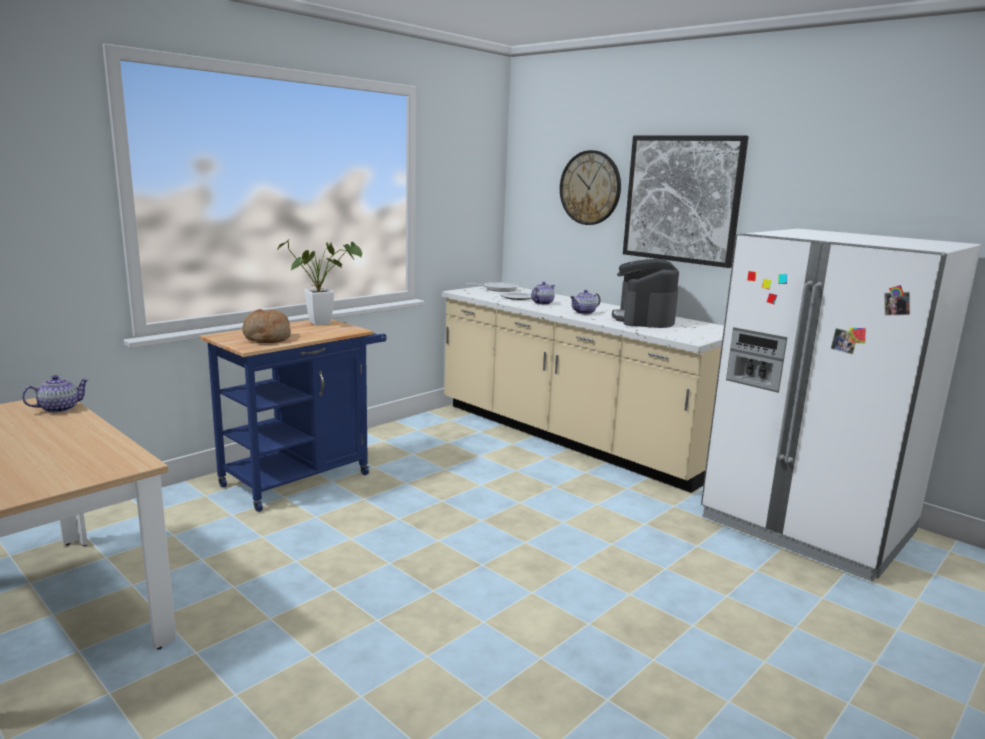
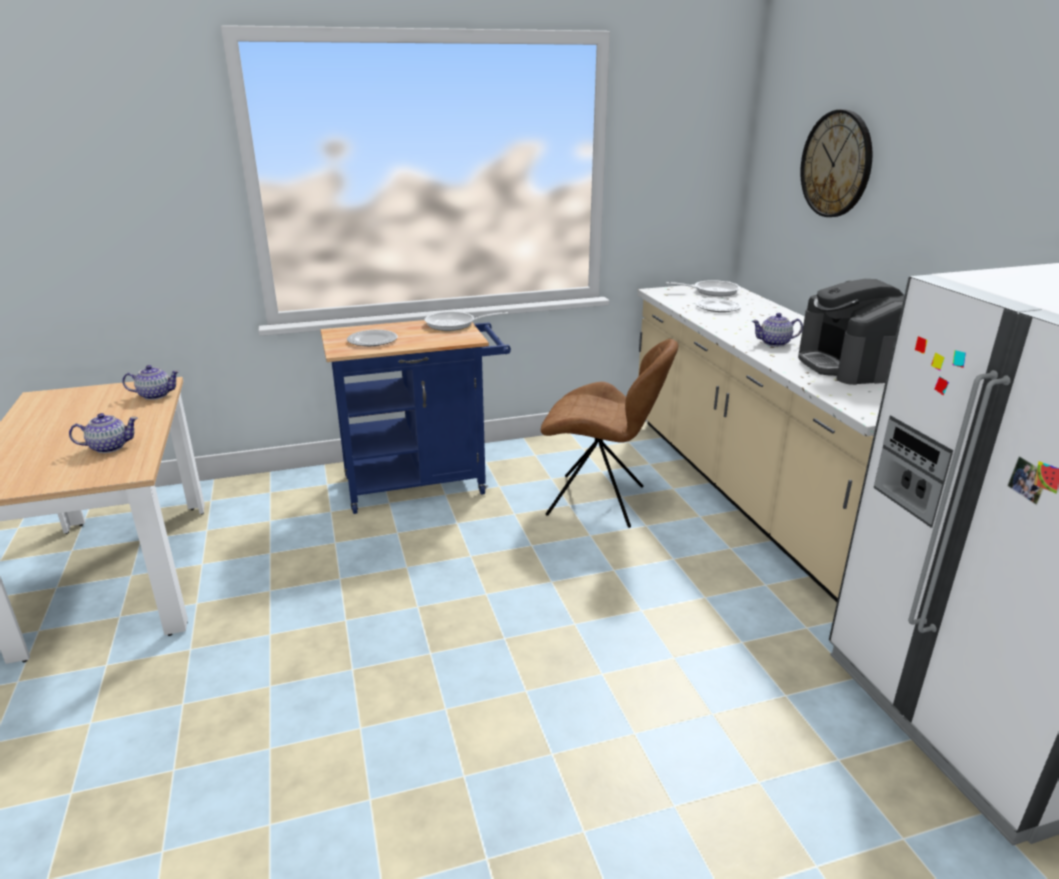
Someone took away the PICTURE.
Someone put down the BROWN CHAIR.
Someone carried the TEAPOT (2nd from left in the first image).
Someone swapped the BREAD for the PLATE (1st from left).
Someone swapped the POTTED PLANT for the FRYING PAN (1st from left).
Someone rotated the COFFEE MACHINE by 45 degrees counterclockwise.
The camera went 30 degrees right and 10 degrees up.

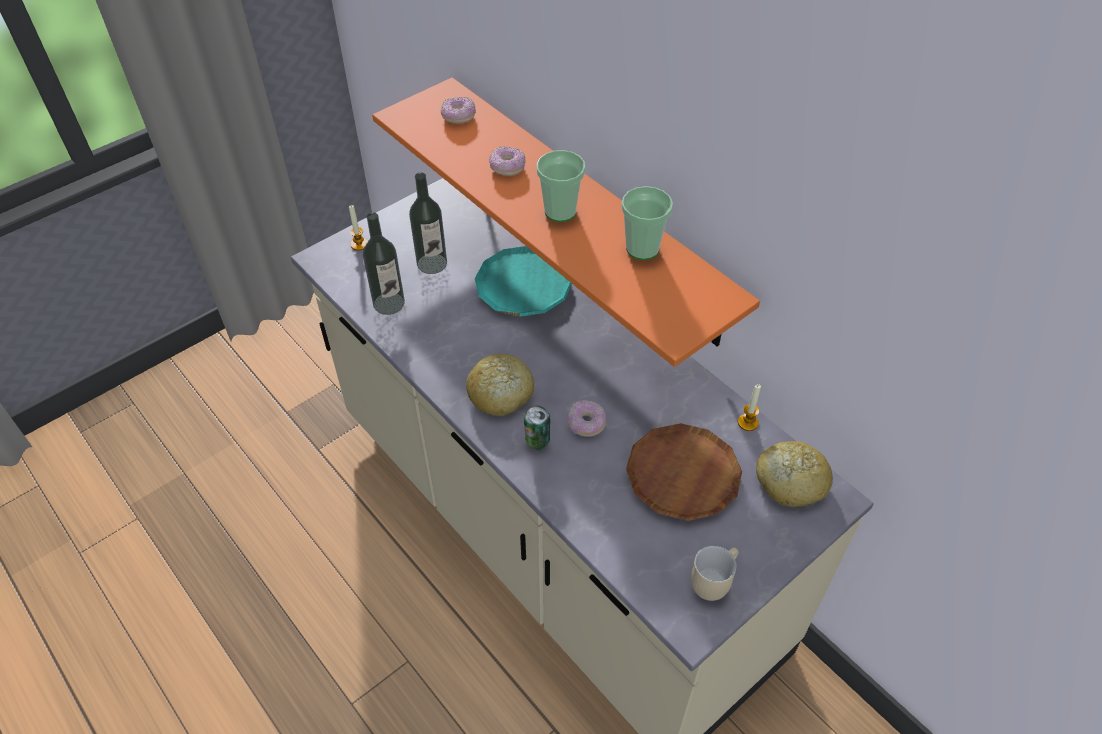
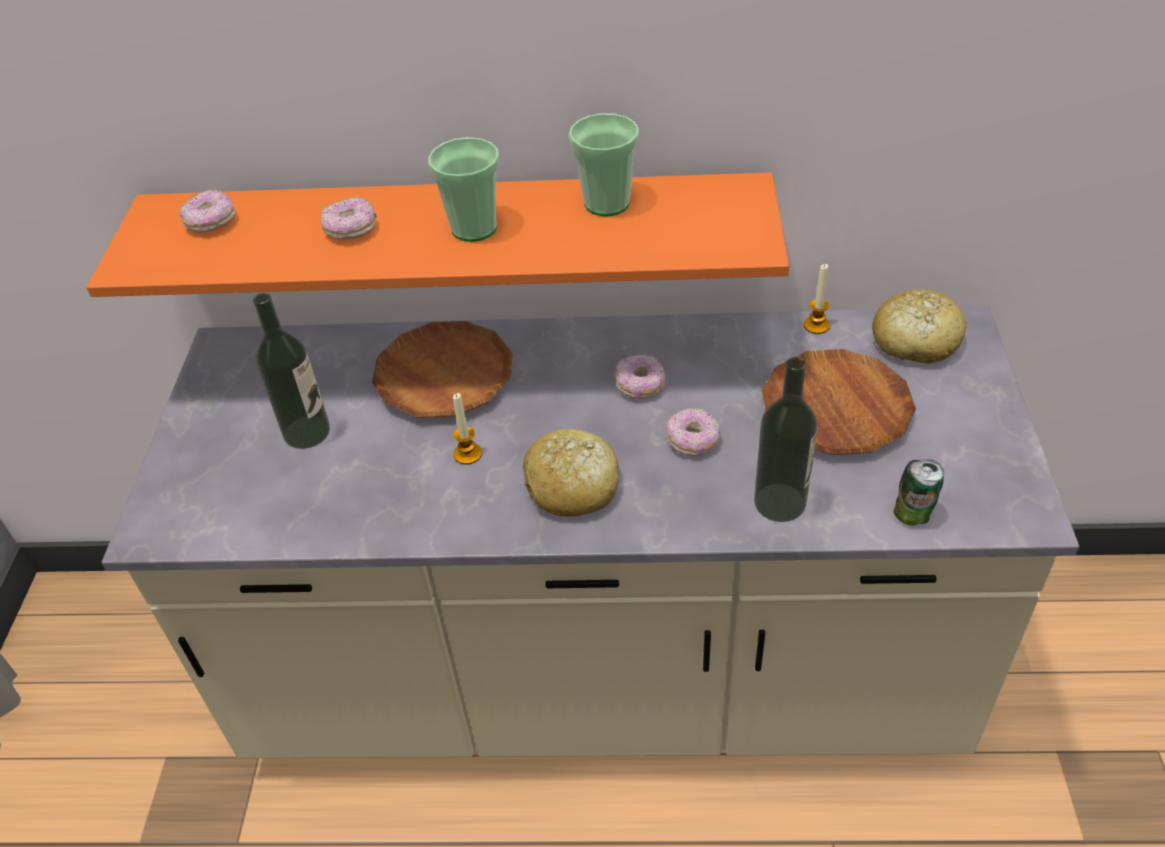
Someone took away the BEIGE MUG.
Someone put down the DONUT (3rd from left).
Someone carried the CANDLE (1st from left).
Someone carried the BOTTLE (1st from left in the first image).
Someone carried the CAN.
Someone repainted the TURQUOISE PLATE, which became the BROWN PLATE (1st from left).
The camera went 45 degrees left and 5 degrees down.

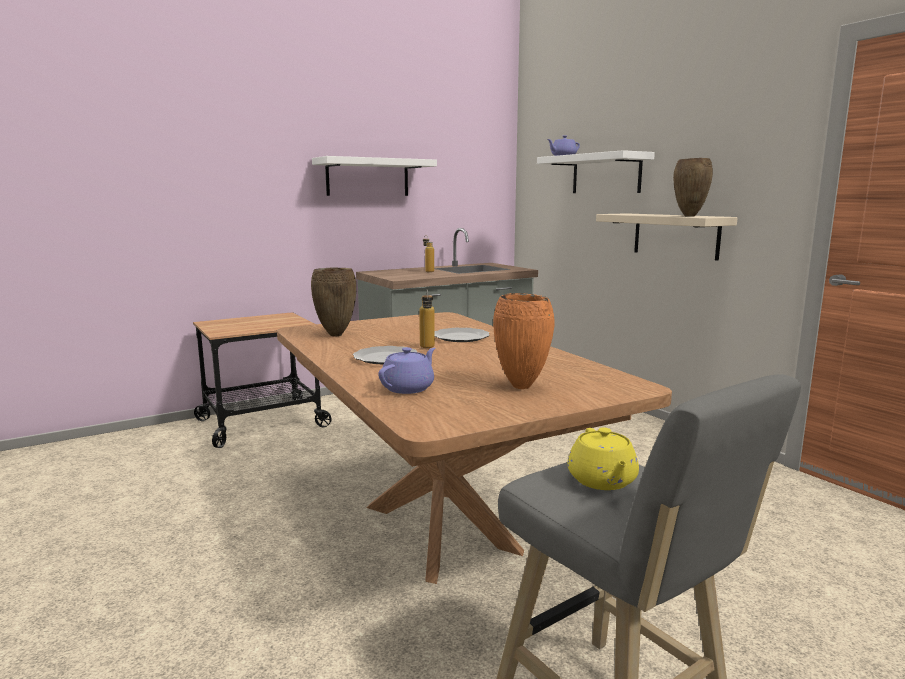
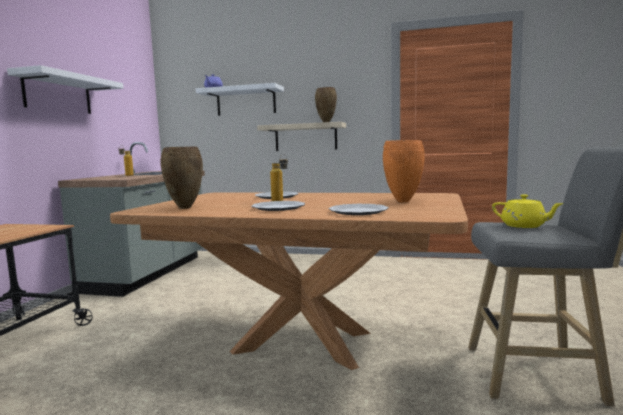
Someone swapped the PURPLE TEAPOT (1st from left) for the PLATE (3rd from left).
The camera went 45 degrees left and 5 degrees down.

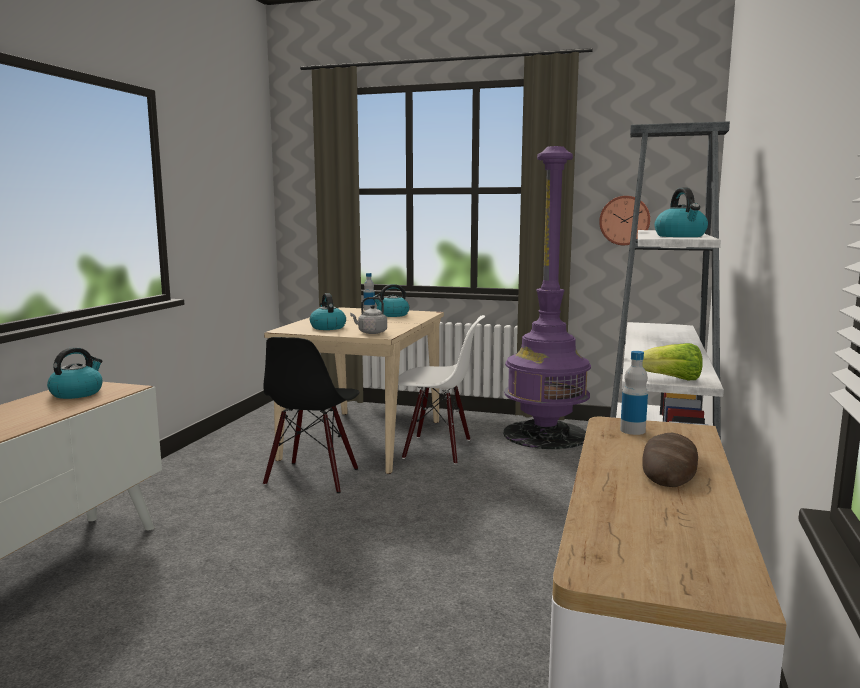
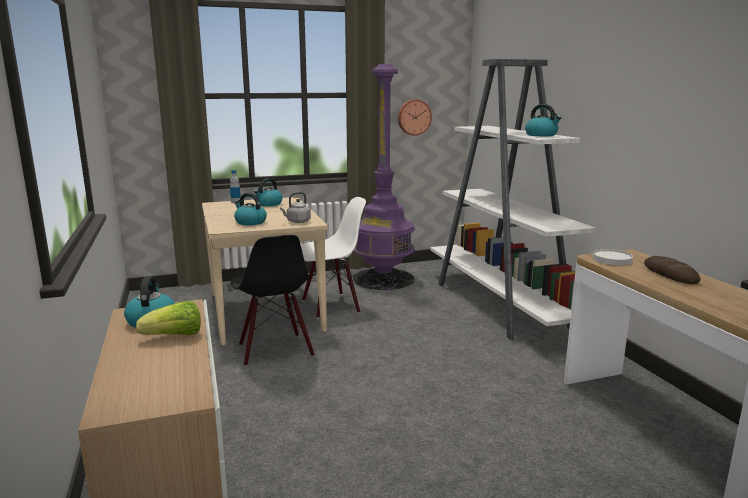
Someone carried the LETTUCE.
Someone swapped the BOTTLE (2nd from left) for the WHITE PLATE.
The camera went 35 degrees left and 5 degrees up.

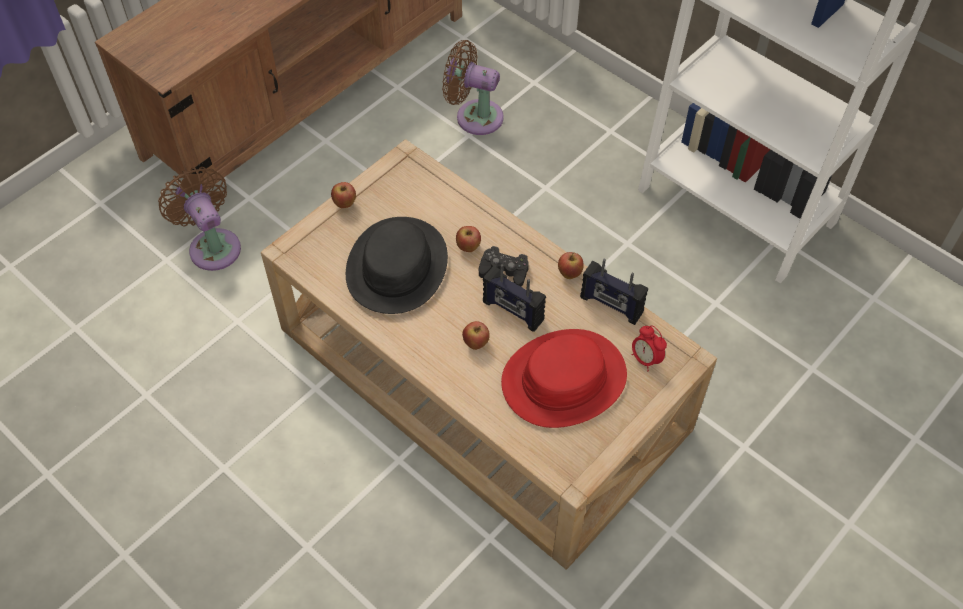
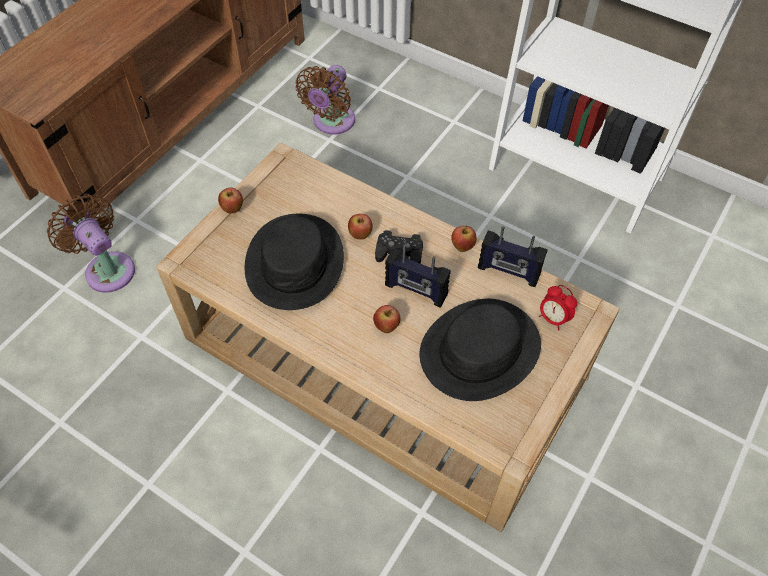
Someone repainted the RED HAT, which became the BLACK HAT (2nd from left).
Someone rotated the BROWN FAN (2nd from left) by 75 degrees counterclockwise.
The camera went 10 degrees left and 0 degrees up.

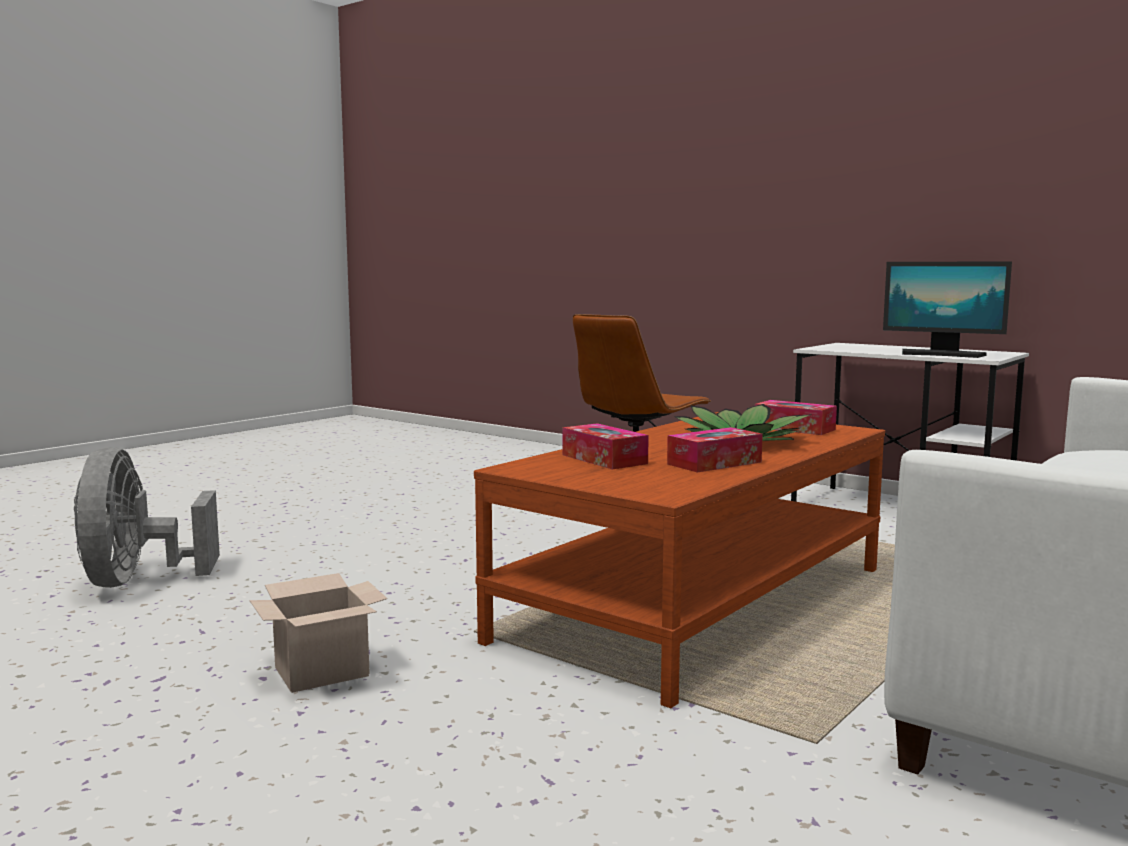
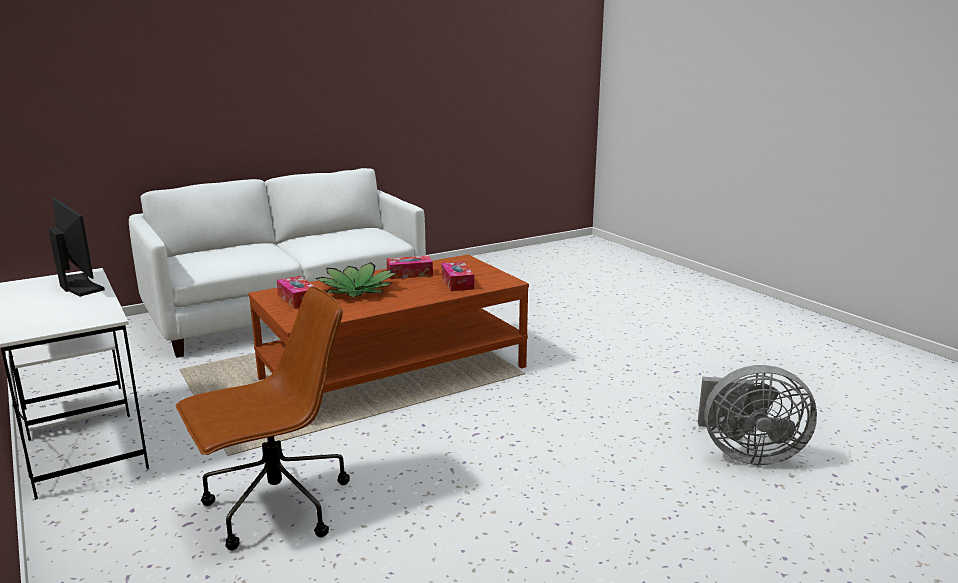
Someone took away the CARDBOARD BOX.
Someone rotated the GREY FAN by 90 degrees clockwise.
The camera went 160 degrees left and 10 degrees up.

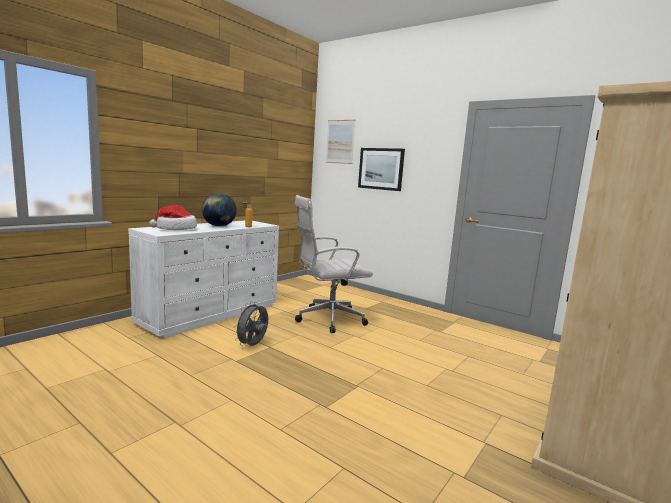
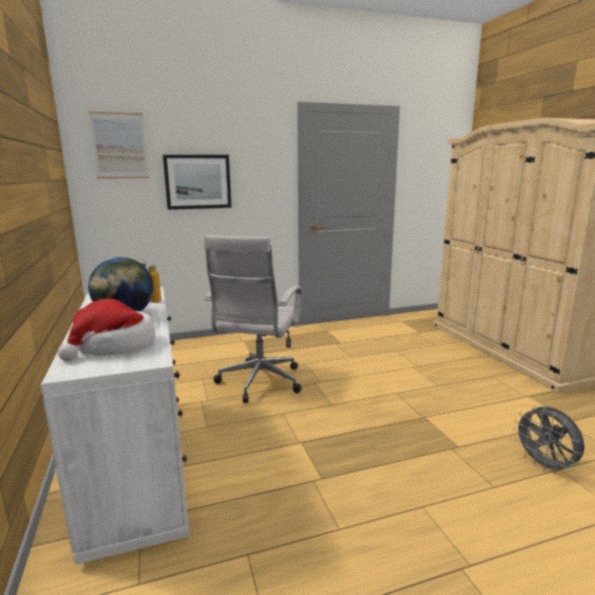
Someone carried the GREY FAN.
The camera went 55 degrees left and 5 degrees up.

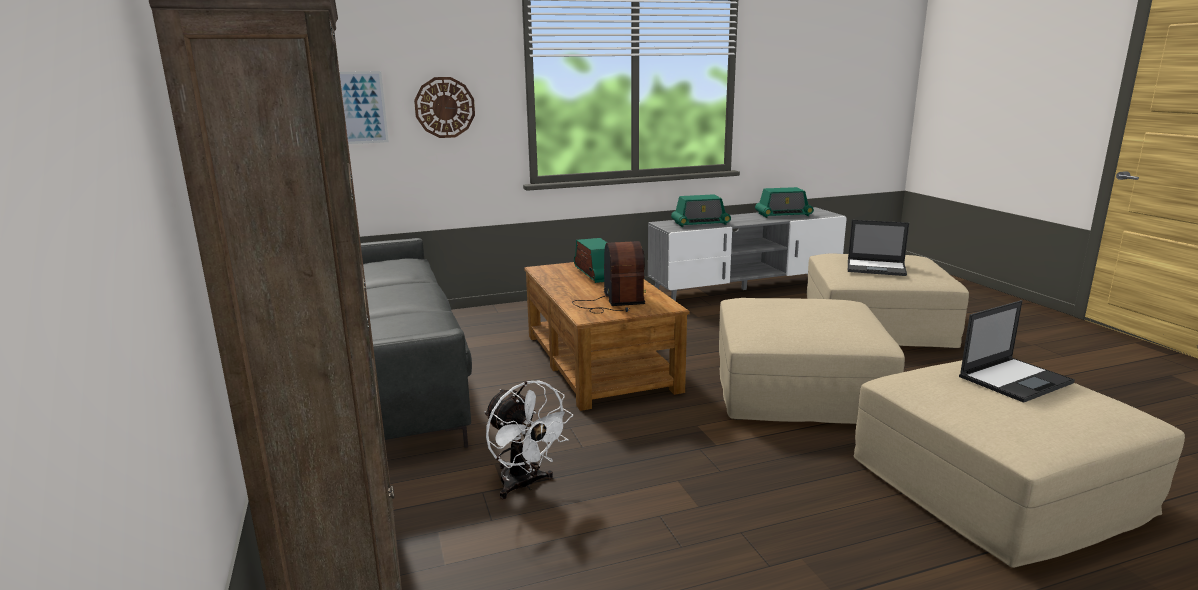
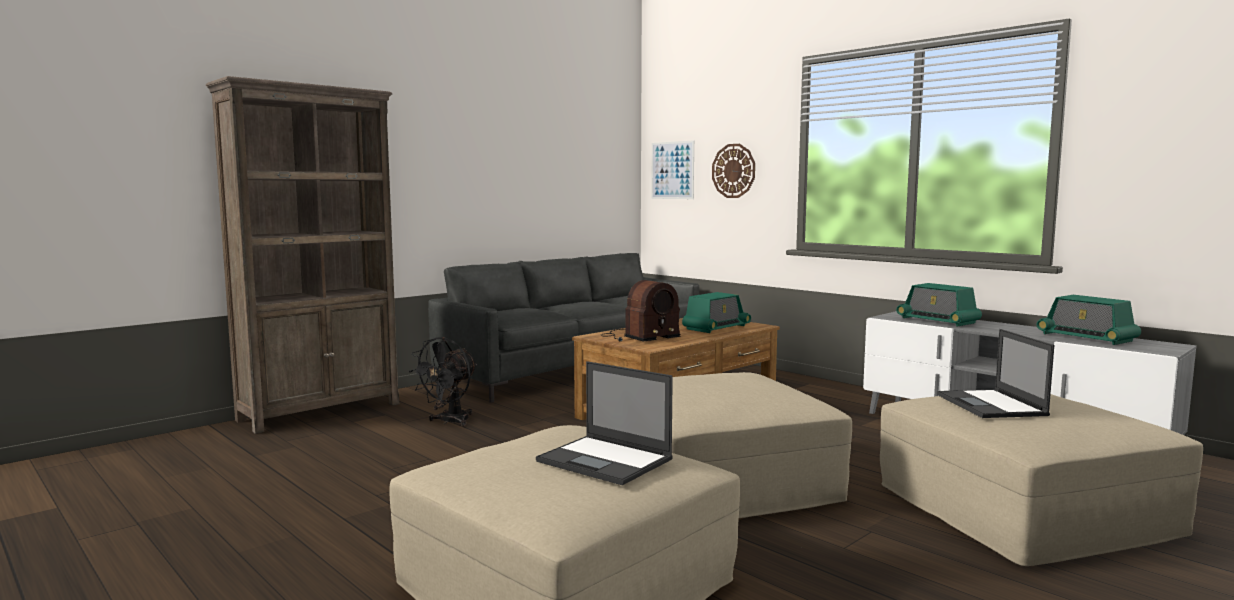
Someone repainted the WHITE FAN, which became the BLACK FAN.
The camera went 65 degrees right and 10 degrees down.

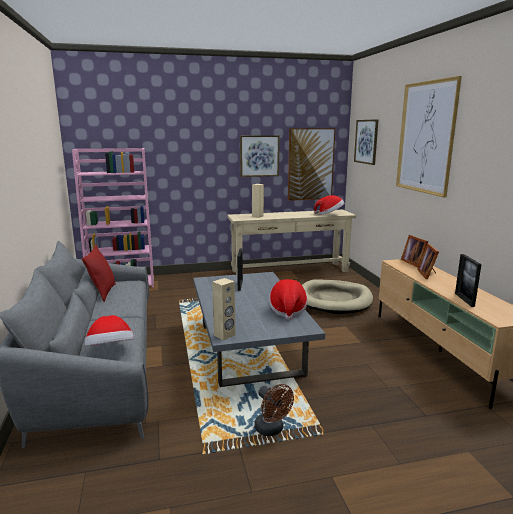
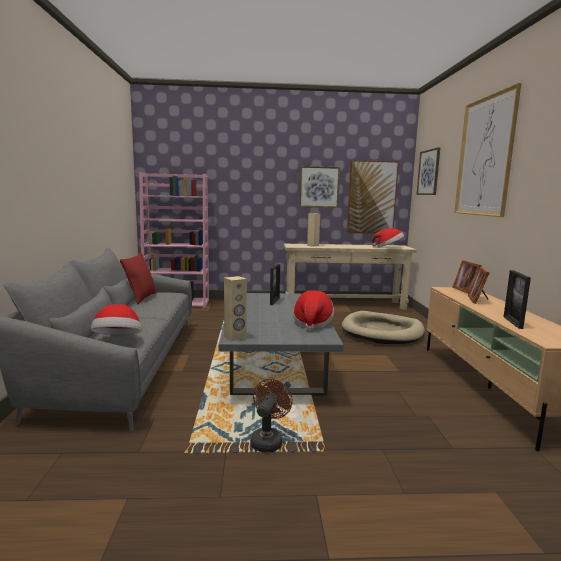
Someone rotated the BROWN FAN by 135 degrees counterclockwise.
The camera went 10 degrees right and 5 degrees down.

